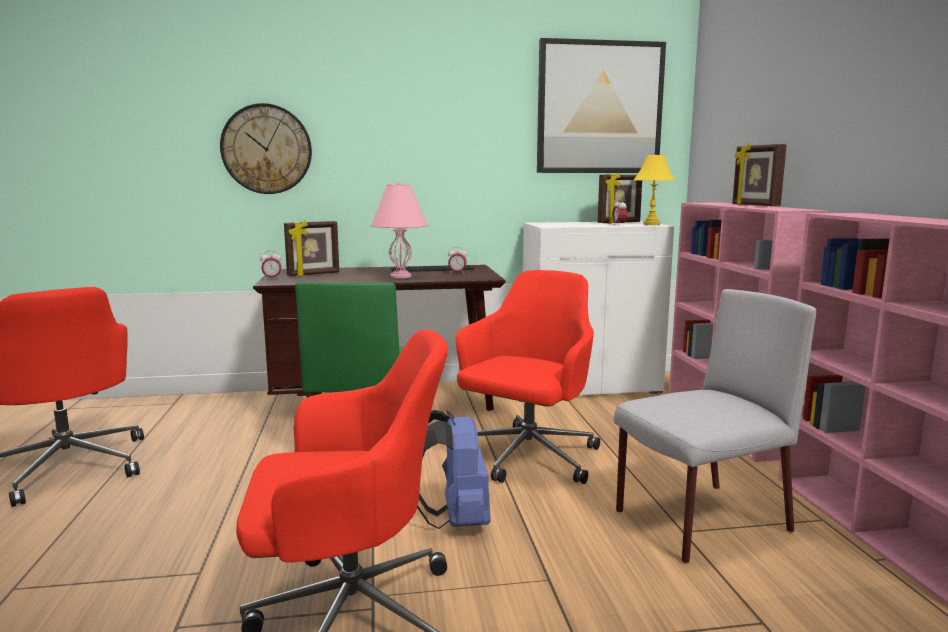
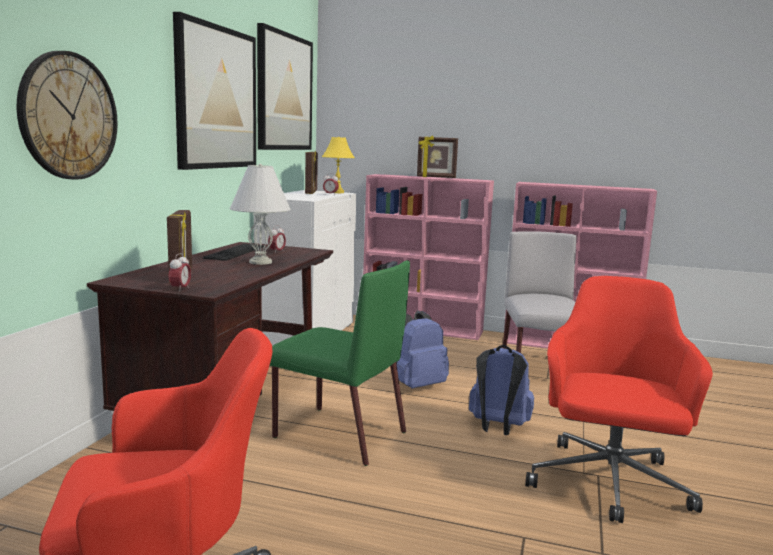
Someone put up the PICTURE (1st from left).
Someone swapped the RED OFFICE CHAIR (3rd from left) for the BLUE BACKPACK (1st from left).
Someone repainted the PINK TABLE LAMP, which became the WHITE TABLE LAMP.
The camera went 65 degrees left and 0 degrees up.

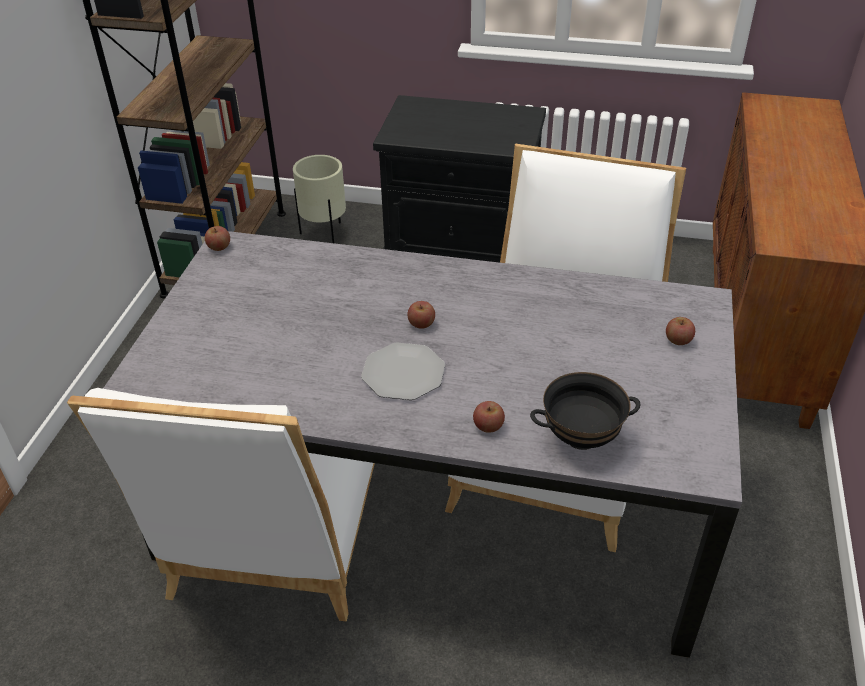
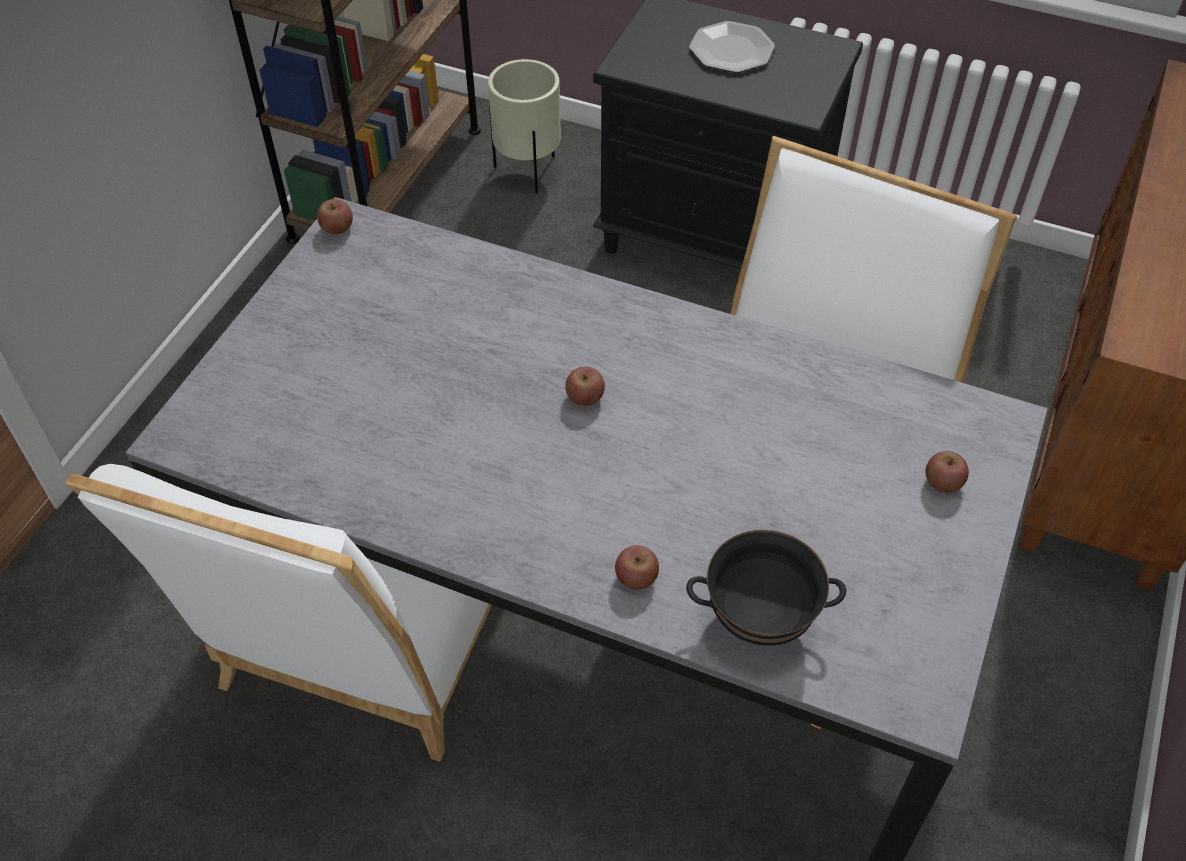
Someone carried the PLATE.
The camera went 10 degrees right and 10 degrees up.

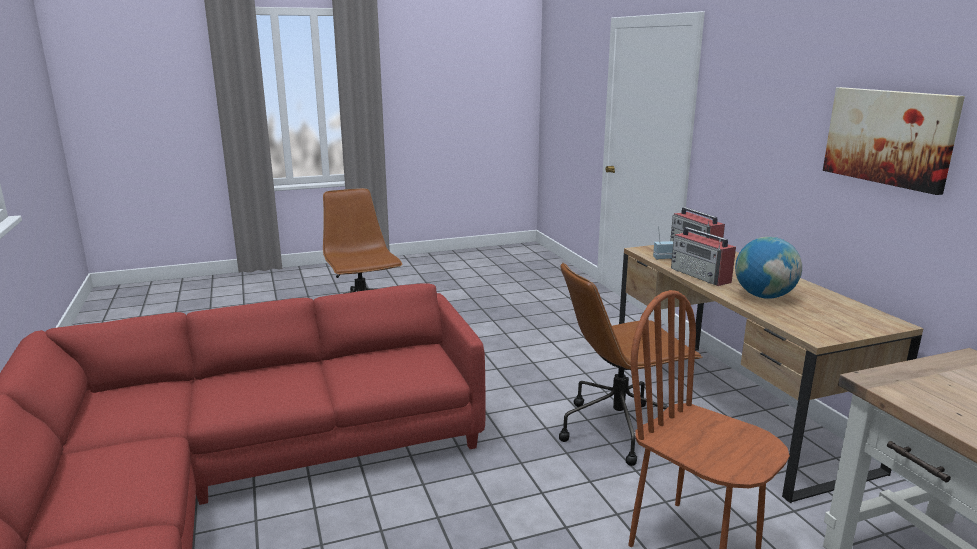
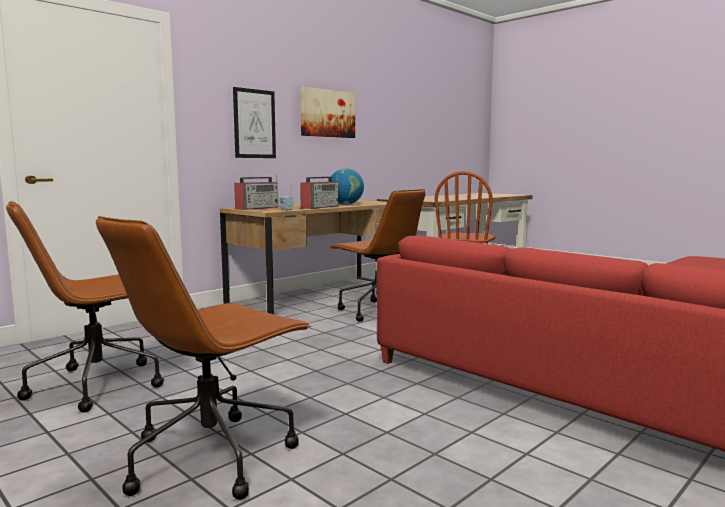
Someone put down the BROWN OFFICE CHAIR (1st from left).
Someone put up the PICTURE (1st from left).
The camera went 115 degrees left and 10 degrees down.

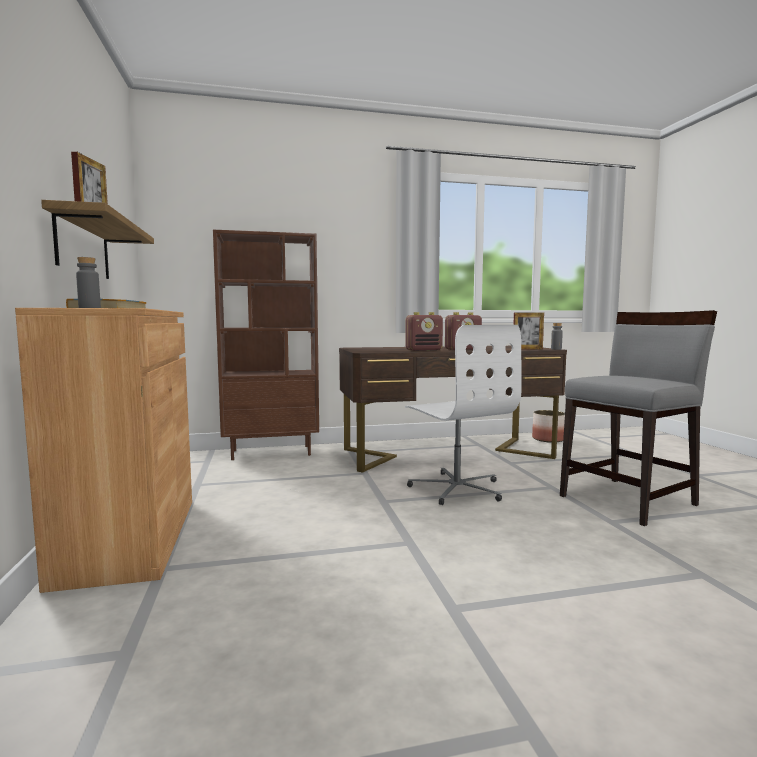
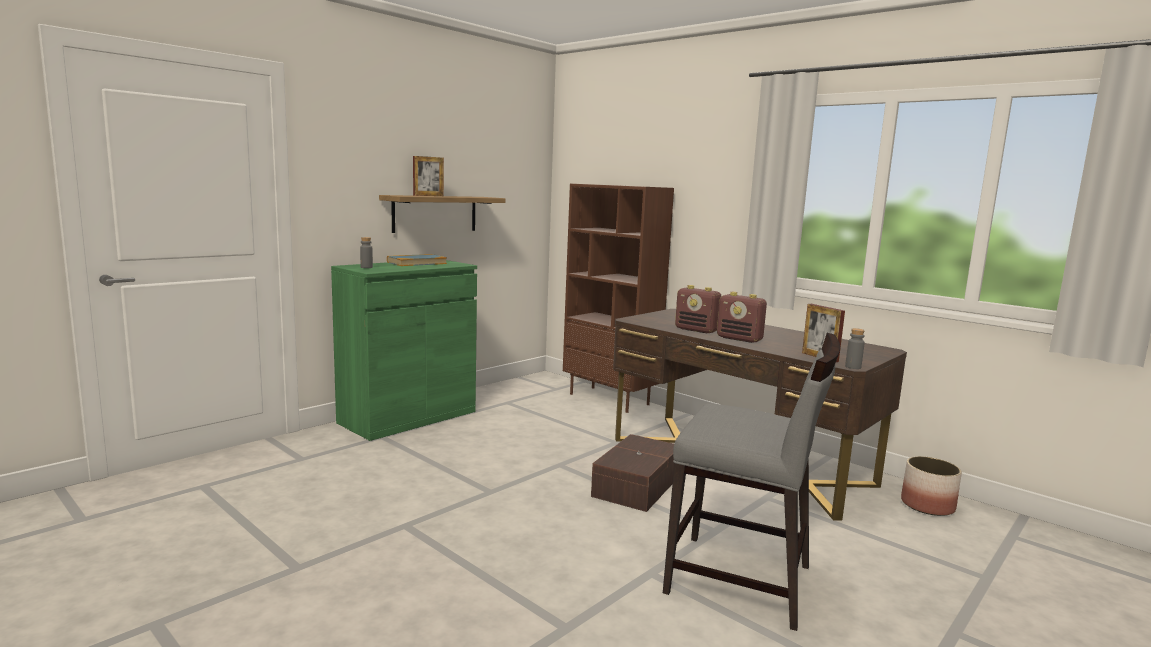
Someone swapped the WHITE OFFICE CHAIR for the BROWN STORAGE BOX.
Someone repainted the BROWN CABINET, which became the GREEN CABINET.
The camera went 55 degrees right and 5 degrees up.

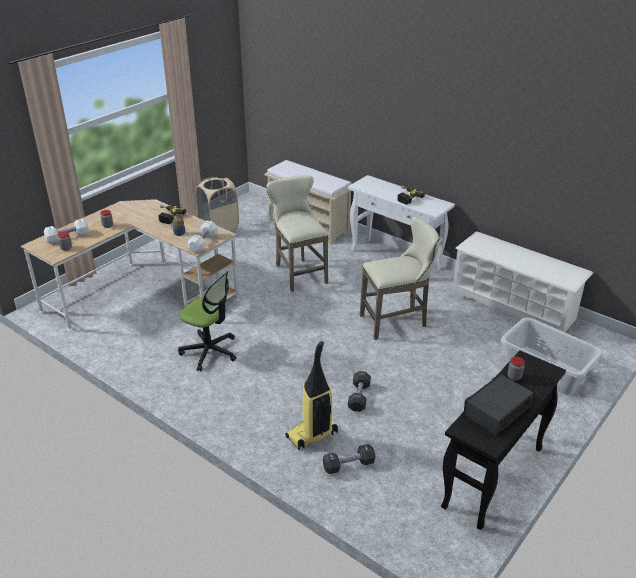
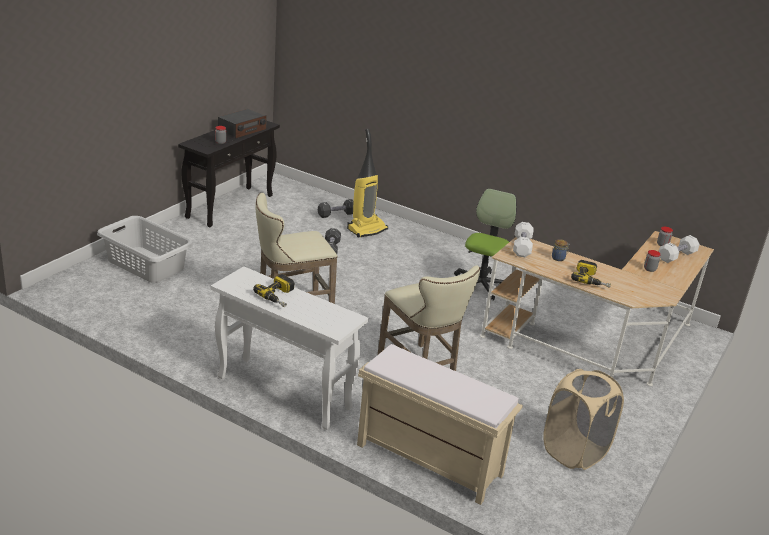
Someone took away the WHITE SHOE RACK.
Someone rotated the OFFICE CHAIR by 90 degrees clockwise.
The camera went 170 degrees right and 5 degrees down.

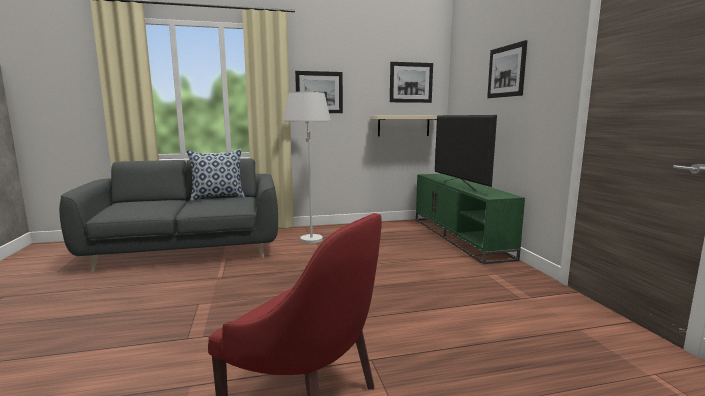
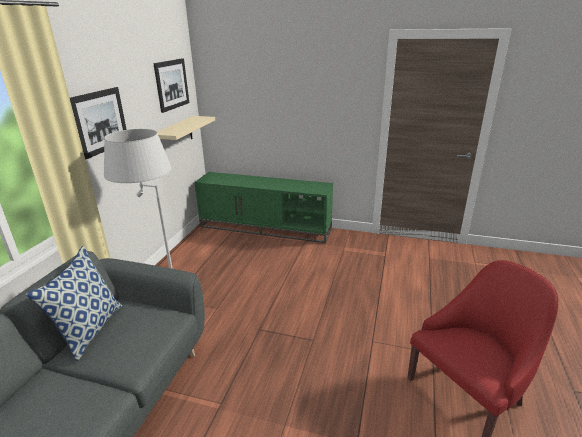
Someone took away the TELEVISION.
Someone took away the PICTURE (3rd from left).
The camera went 60 degrees left and 15 degrees up.

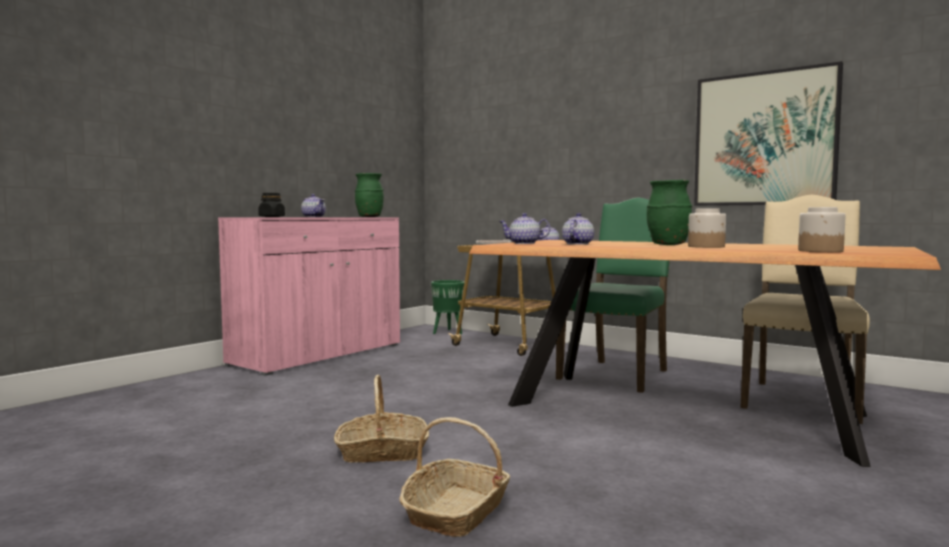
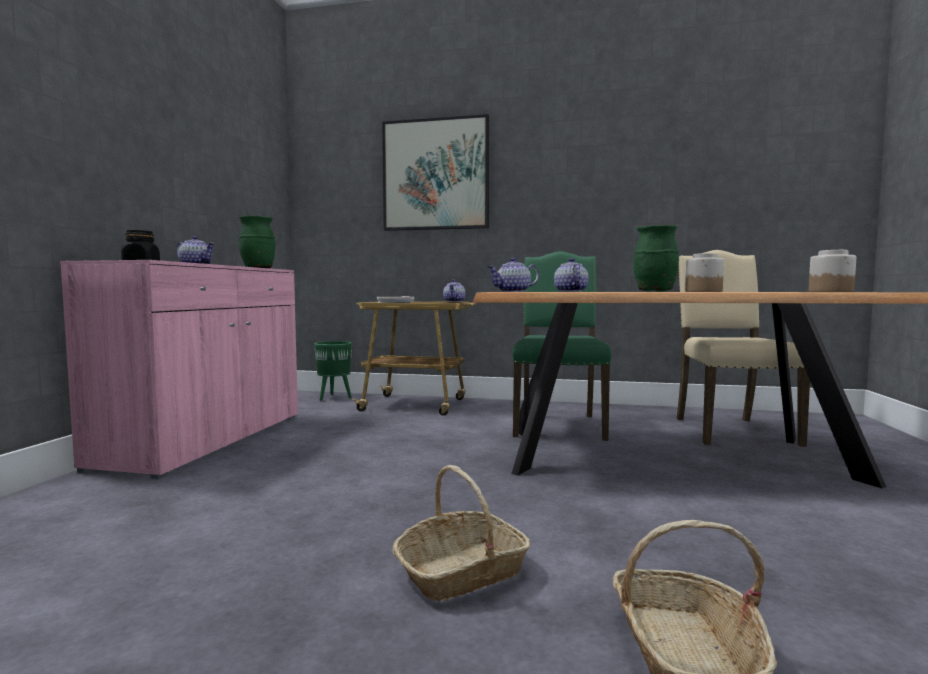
Someone carried the PICTURE.
The camera went 25 degrees left and 0 degrees up.

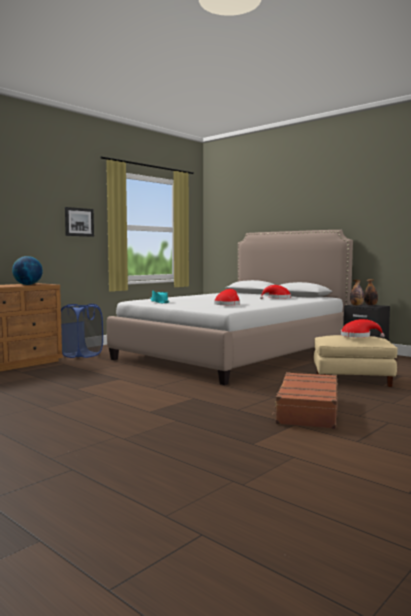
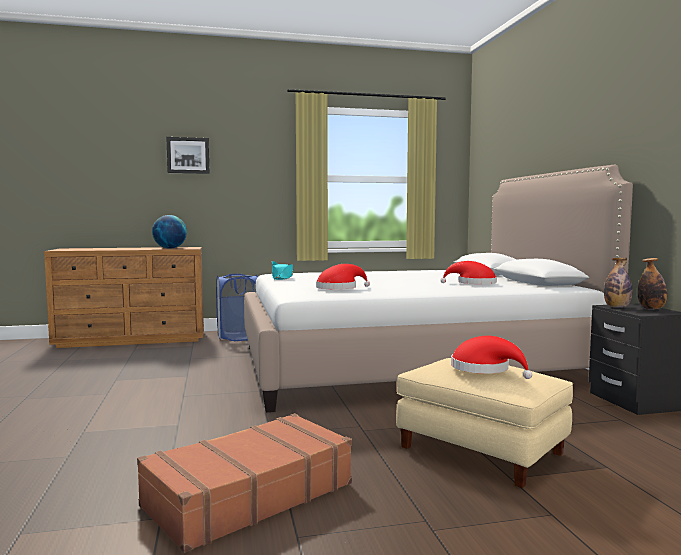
Someone carried the PICTURE.
The camera went 35 degrees right and 0 degrees up.

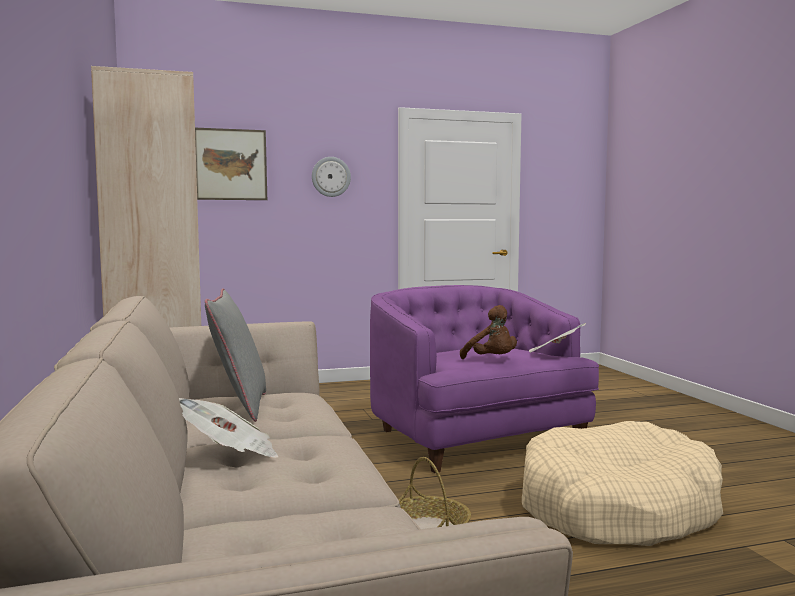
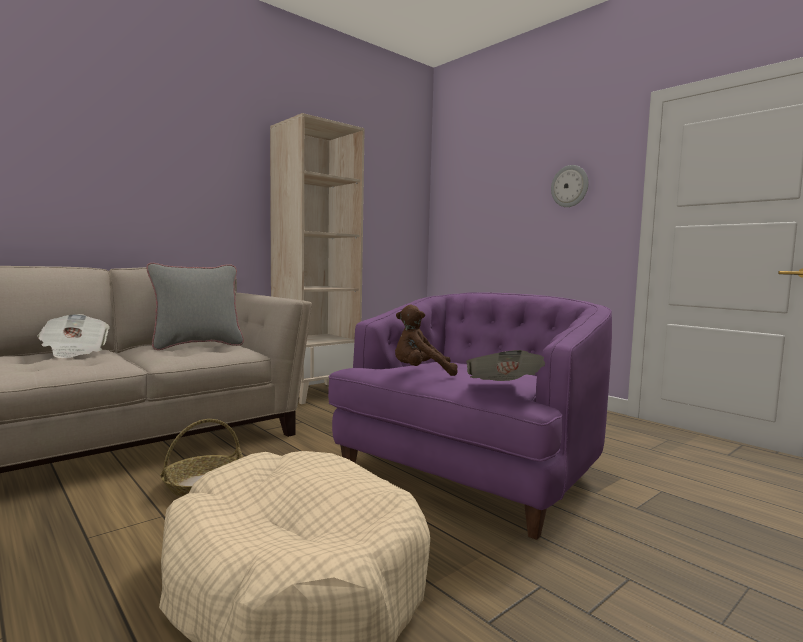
Someone took away the PICTURE.
Someone rotated the BROWN PLUSH TOY by 60 degrees clockwise.
The camera went 65 degrees right and 0 degrees up.

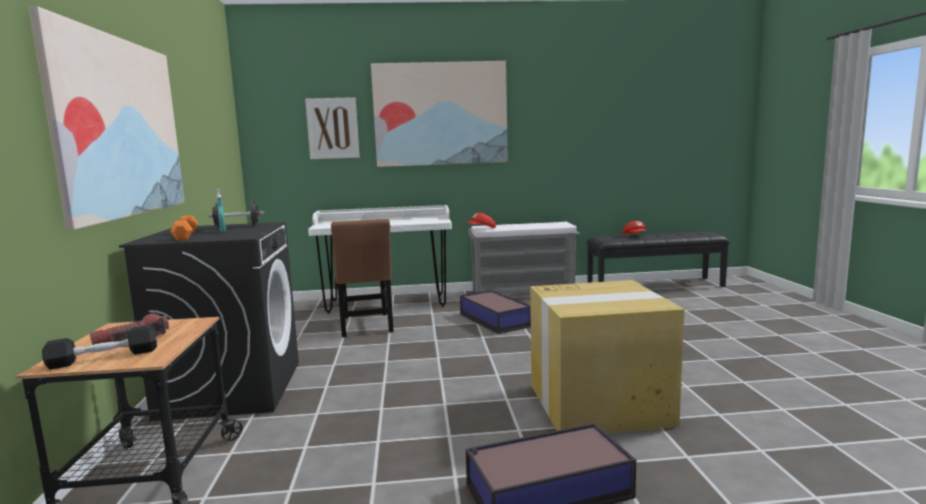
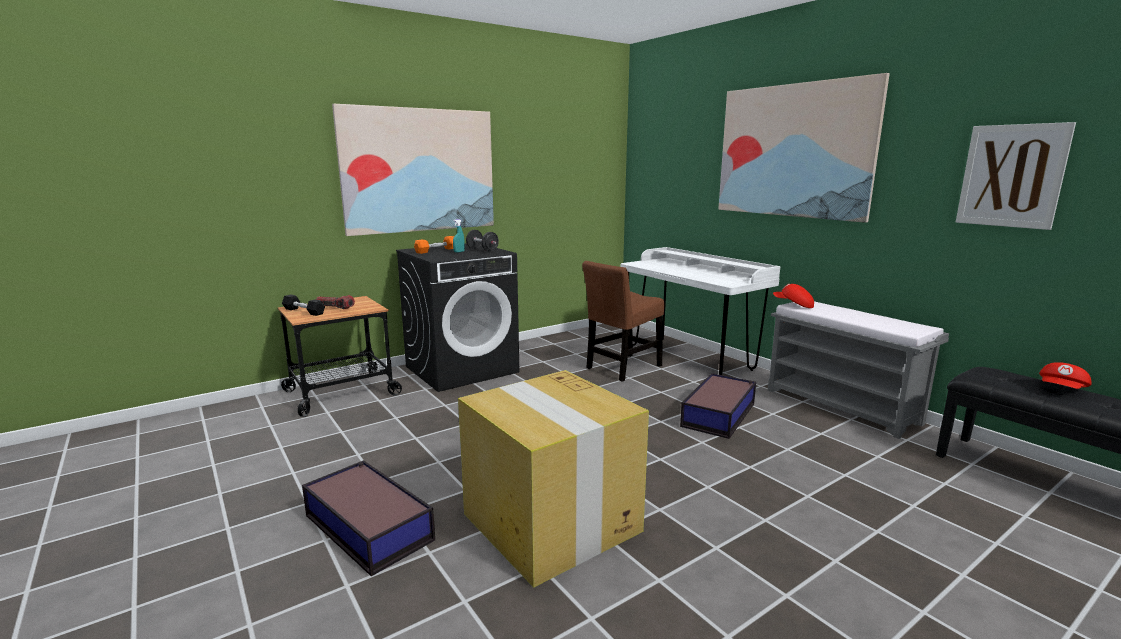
Someone carried the PICTURE (2nd from left in the first image).
The camera went 60 degrees right and 5 degrees up.

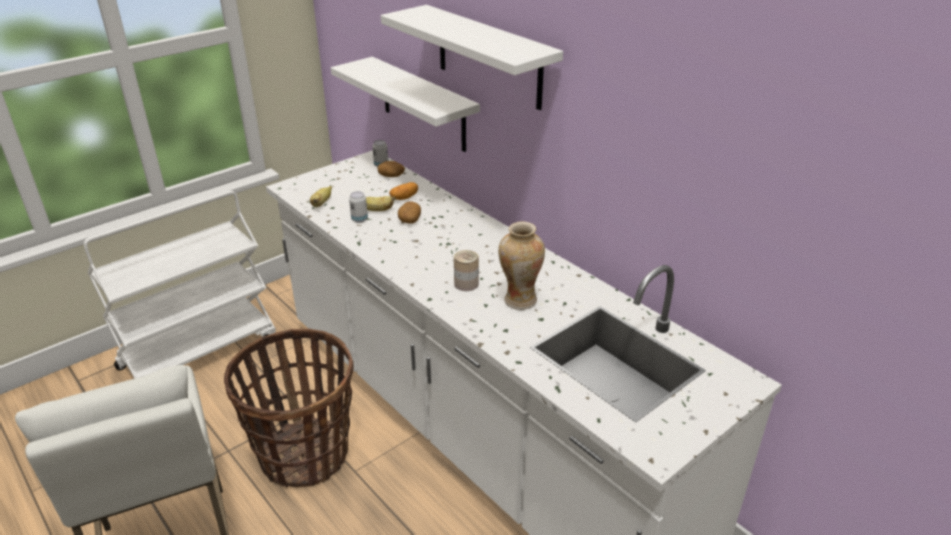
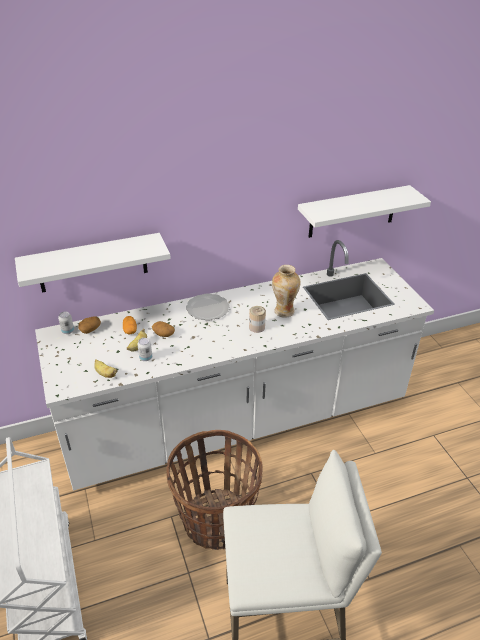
Someone put down the PLATE.
Someone carried the WHITE SHELF (2nd from left).
The camera went 70 degrees left and 5 degrees up.

